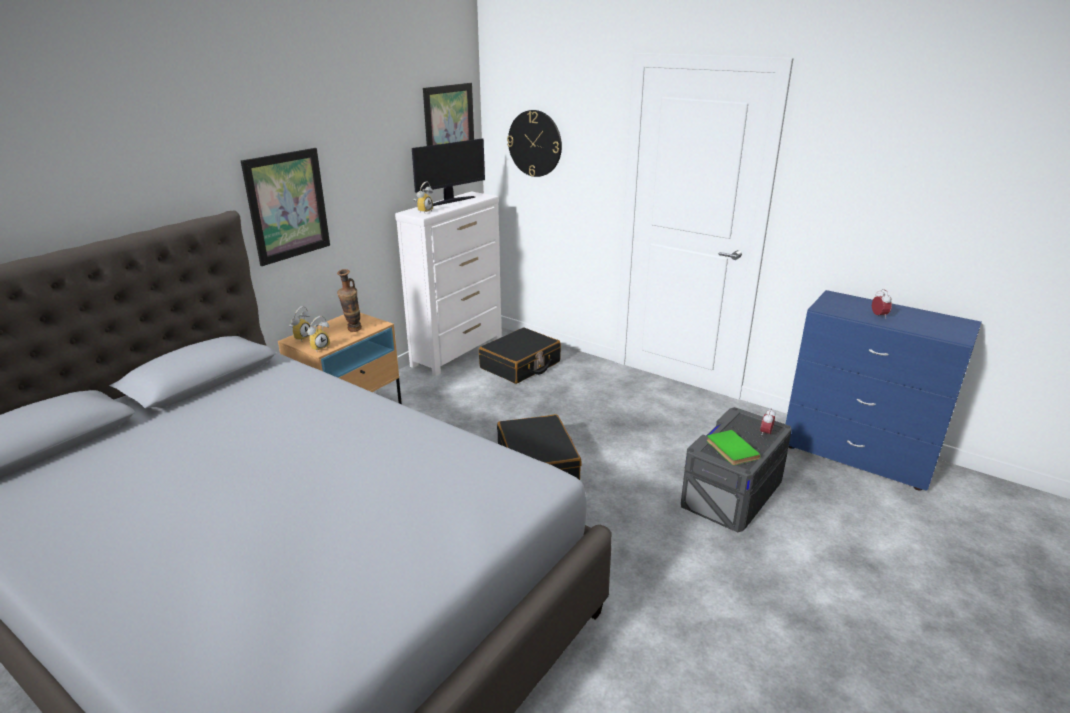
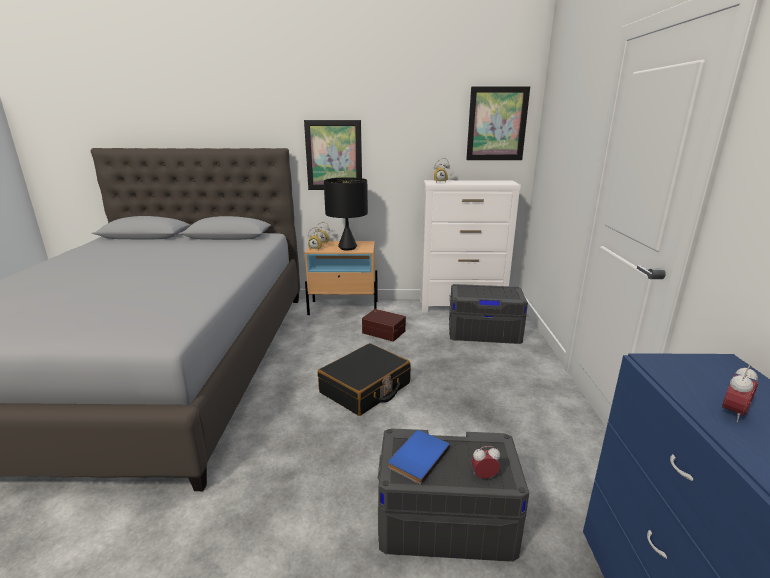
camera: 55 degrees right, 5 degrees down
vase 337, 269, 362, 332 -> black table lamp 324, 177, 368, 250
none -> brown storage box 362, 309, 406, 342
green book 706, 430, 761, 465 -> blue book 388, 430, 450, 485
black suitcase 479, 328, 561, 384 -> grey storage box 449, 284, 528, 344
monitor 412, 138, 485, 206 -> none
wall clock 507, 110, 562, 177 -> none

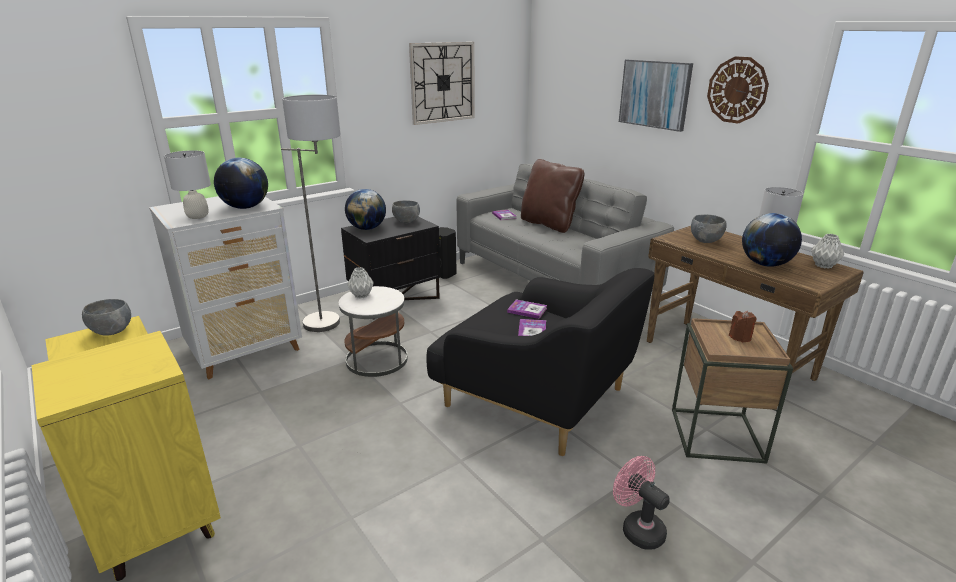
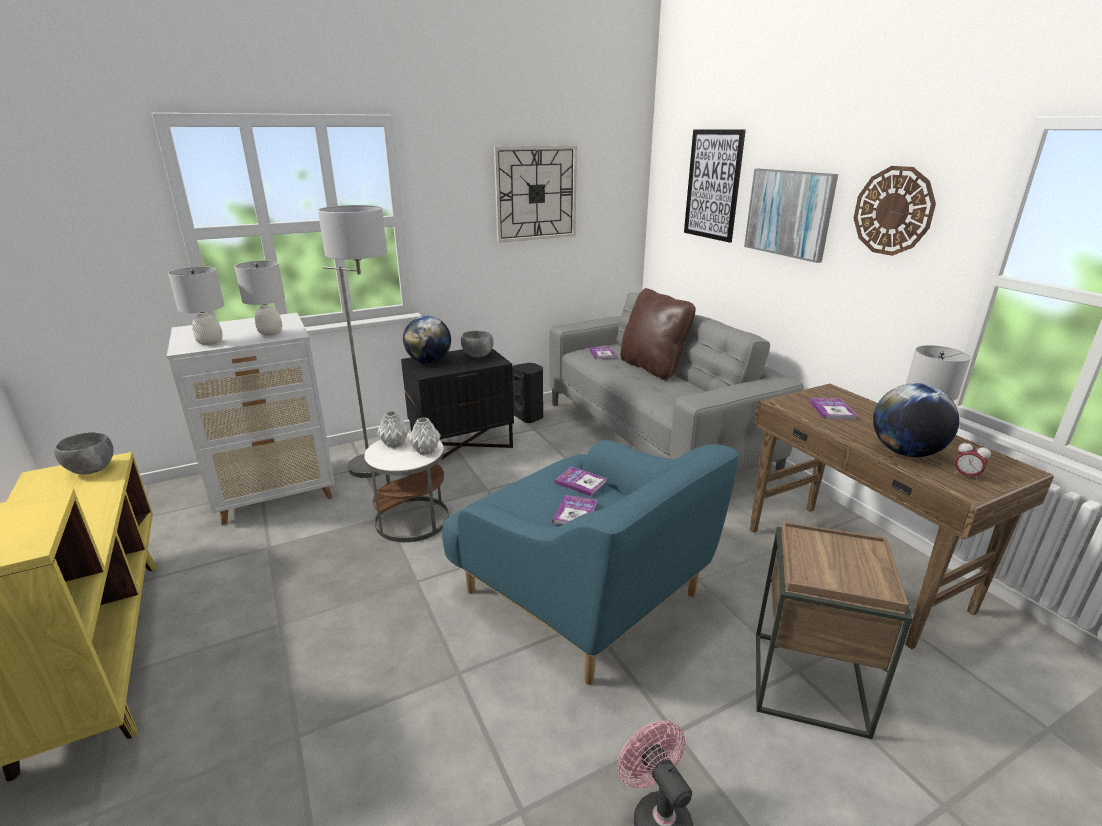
camera: 10 degrees right, 0 degrees up
globe 214, 158, 268, 209 -> grey table lamp 234, 260, 285, 336
grey vase 811, 234, 844, 269 -> grey vase 409, 417, 441, 455, relocated
black armchair 426, 268, 654, 456 -> blue armchair 442, 440, 739, 685
none -> picture 684, 129, 746, 243
grey bowl 691, 215, 727, 243 -> book 809, 398, 857, 420
none -> alarm clock 954, 440, 991, 481
brown candle 729, 311, 757, 342 -> none

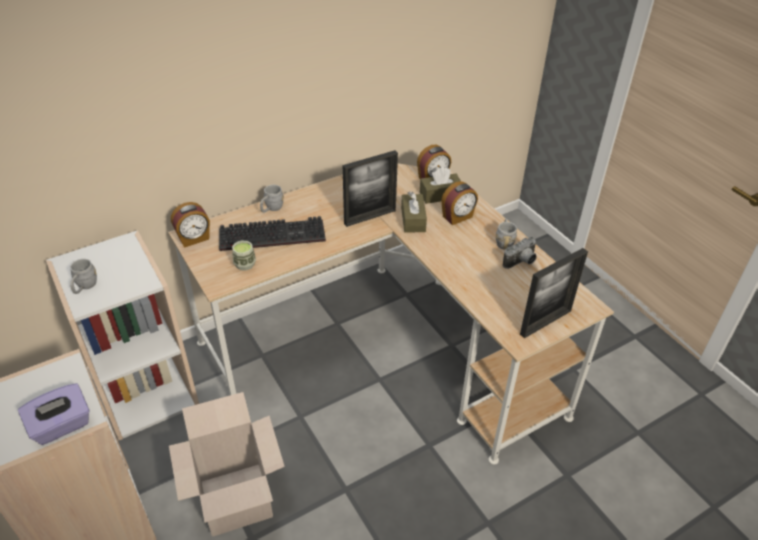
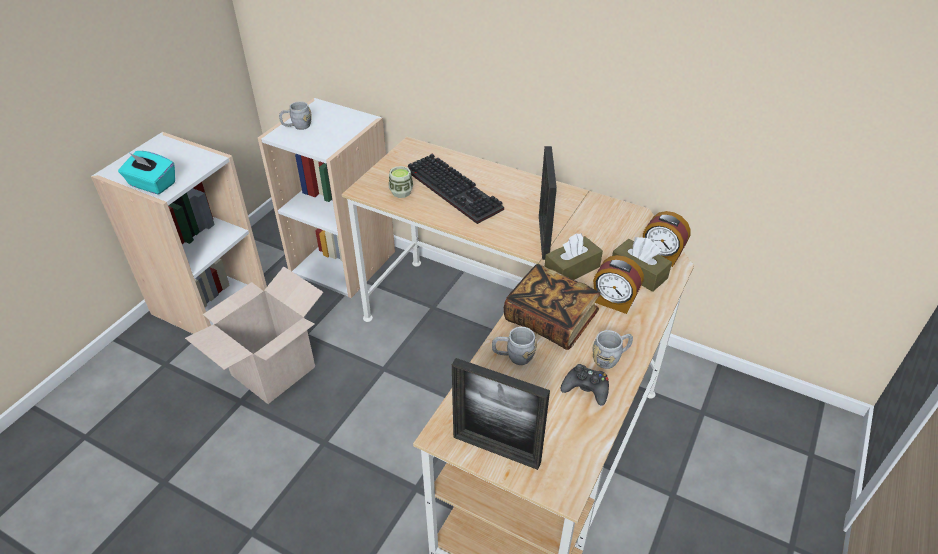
camera: 60 degrees right, 0 degrees up
purple tissue box 18, 383, 90, 445 -> turquoise tissue box 118, 151, 175, 194
grey mug 260, 185, 284, 212 -> grey mug 492, 327, 537, 365, relocated
none -> book 504, 264, 600, 350
picture frame 343, 150, 398, 227 -> picture frame 539, 146, 557, 260, 60 degrees clockwise
photo camera 503, 237, 537, 269 -> black game controller 561, 364, 609, 406
alarm clock 171, 202, 210, 248 -> none

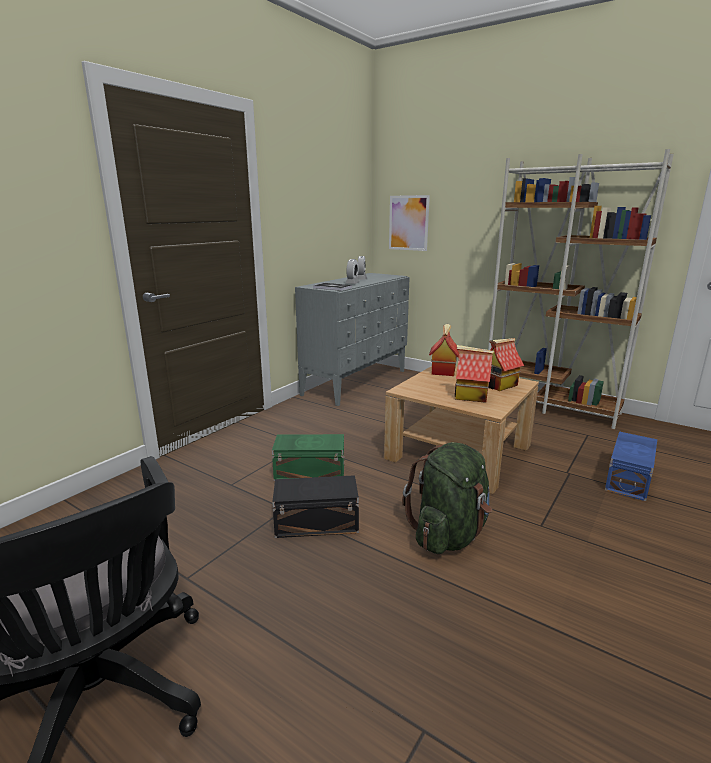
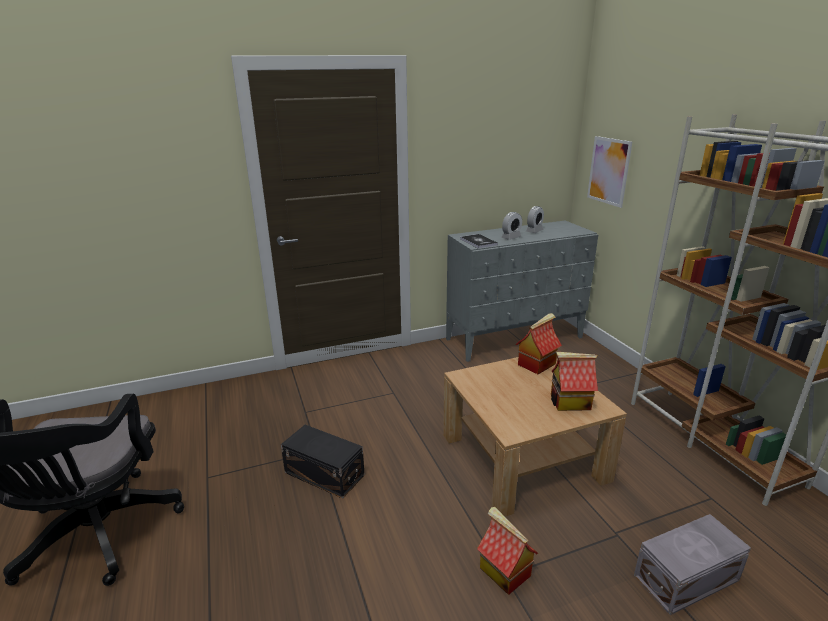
camera: 35 degrees right, 5 degrees up
toy house 455, 345, 494, 403 -> toy house 477, 507, 538, 595, relocated
blue storage box 605, 431, 657, 501 -> grey storage box 634, 514, 751, 615
green storage box 272, 434, 345, 481 -> none
green backpack 402, 442, 492, 554 -> none

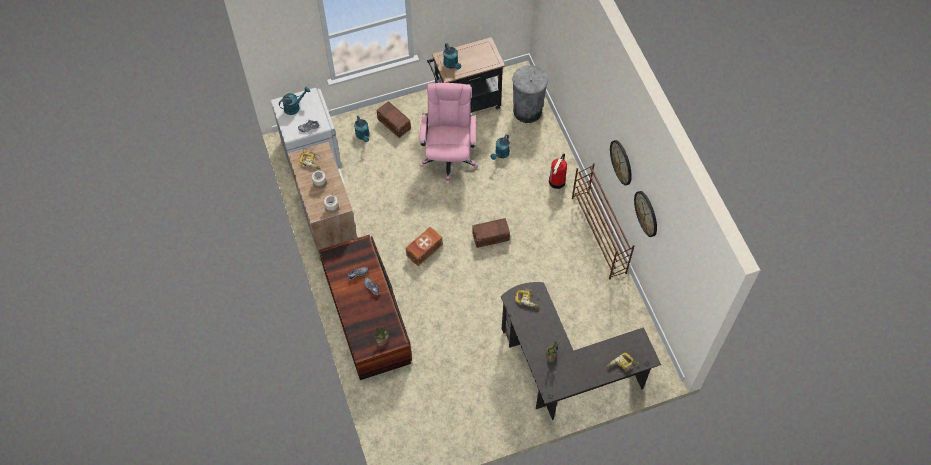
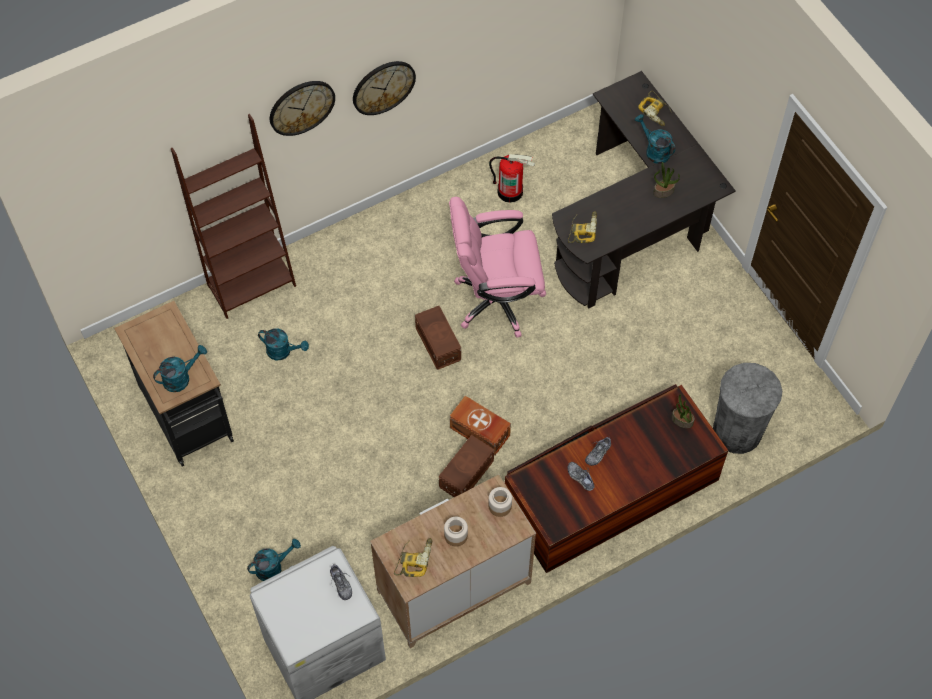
camera: 100 degrees left, 0 degrees up
none -> brown bookcase 171, 114, 296, 319
wall clock 634, 191, 657, 237 -> wall clock 270, 81, 335, 136, relocated
brown storage box 377, 101, 411, 138 -> brown storage box 439, 435, 494, 497, relocated
pink office chair 419, 83, 478, 184 -> pink office chair 449, 197, 546, 338, relocated
fire extinguisher 549, 154, 567, 189 -> fire extinguisher 489, 154, 535, 203, relocated
turquoise watering can 279, 87, 310, 115 -> turquoise watering can 635, 114, 676, 164, relocated
grey trash can 512, 65, 548, 123 -> grey trash can 713, 363, 782, 454, relocated
brown shoe rack 572, 163, 635, 279 -> none

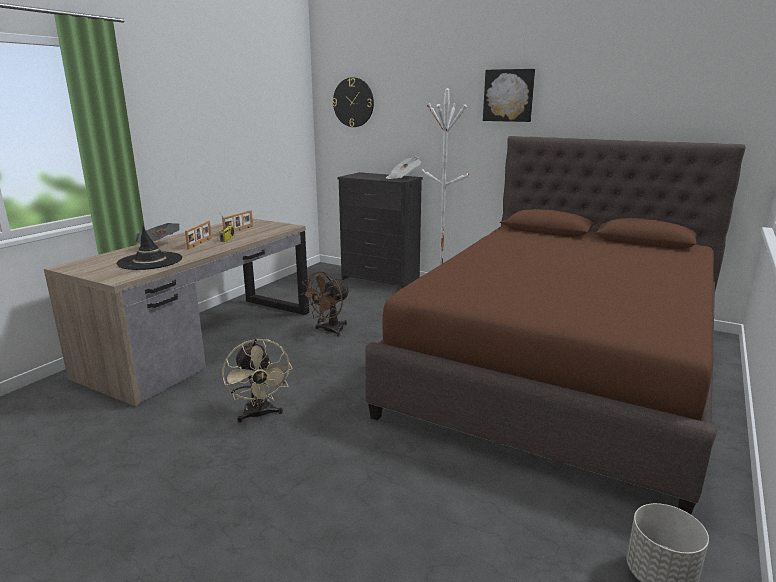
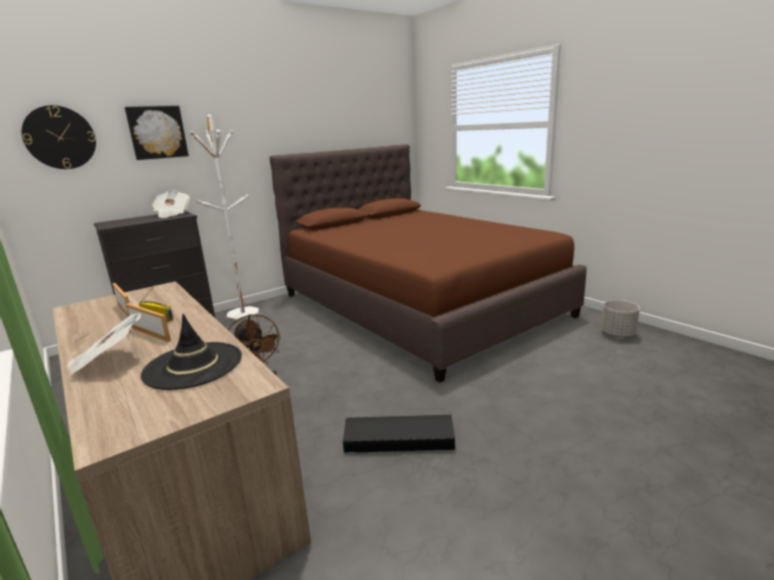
camera: 65 degrees left, 0 degrees up
picture 483, 69, 535, 122 -> picture 125, 106, 189, 160, relocated
beige fan 222, 338, 292, 423 -> black storage box 343, 415, 455, 453

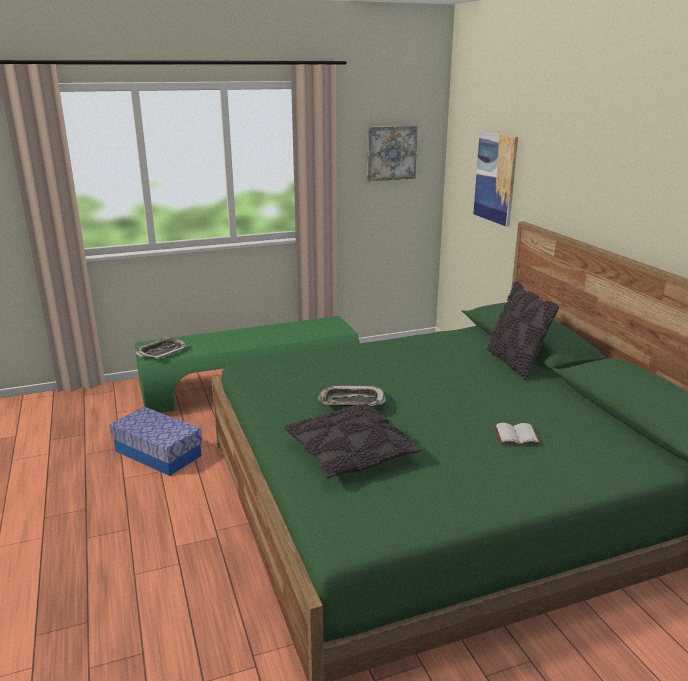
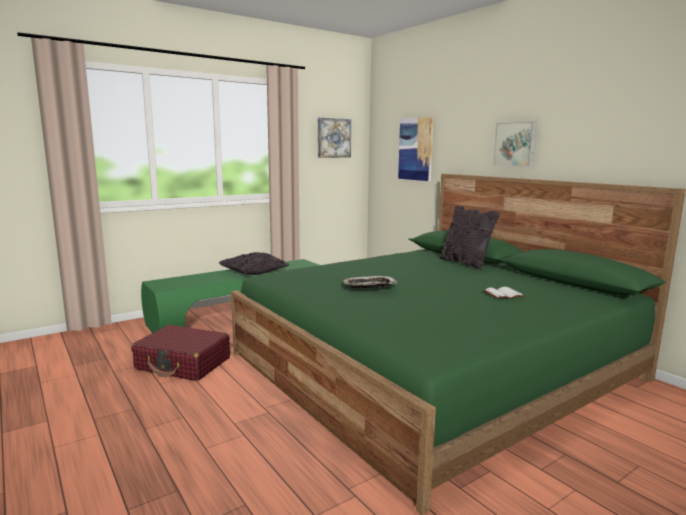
camera: 15 degrees left, 10 degrees down
storage box 110, 407, 202, 476 -> red suitcase 131, 325, 230, 381
black pillow 285, 404, 422, 478 -> black pillow 219, 252, 290, 275, relocated
none -> picture 493, 121, 537, 167
tray 136, 337, 188, 359 -> none

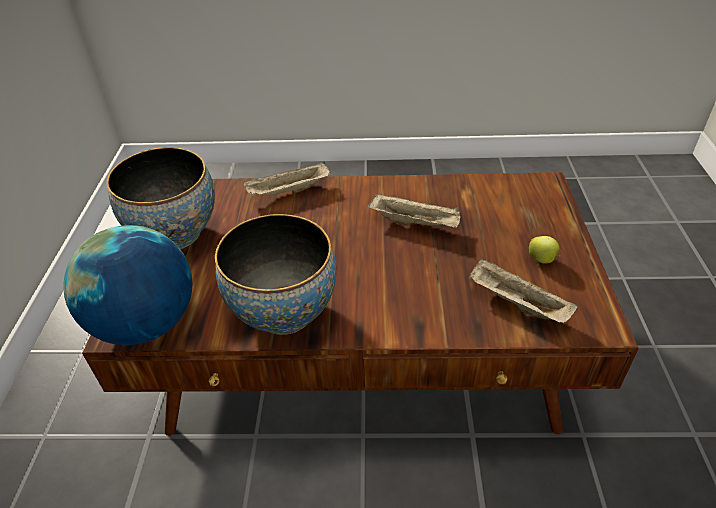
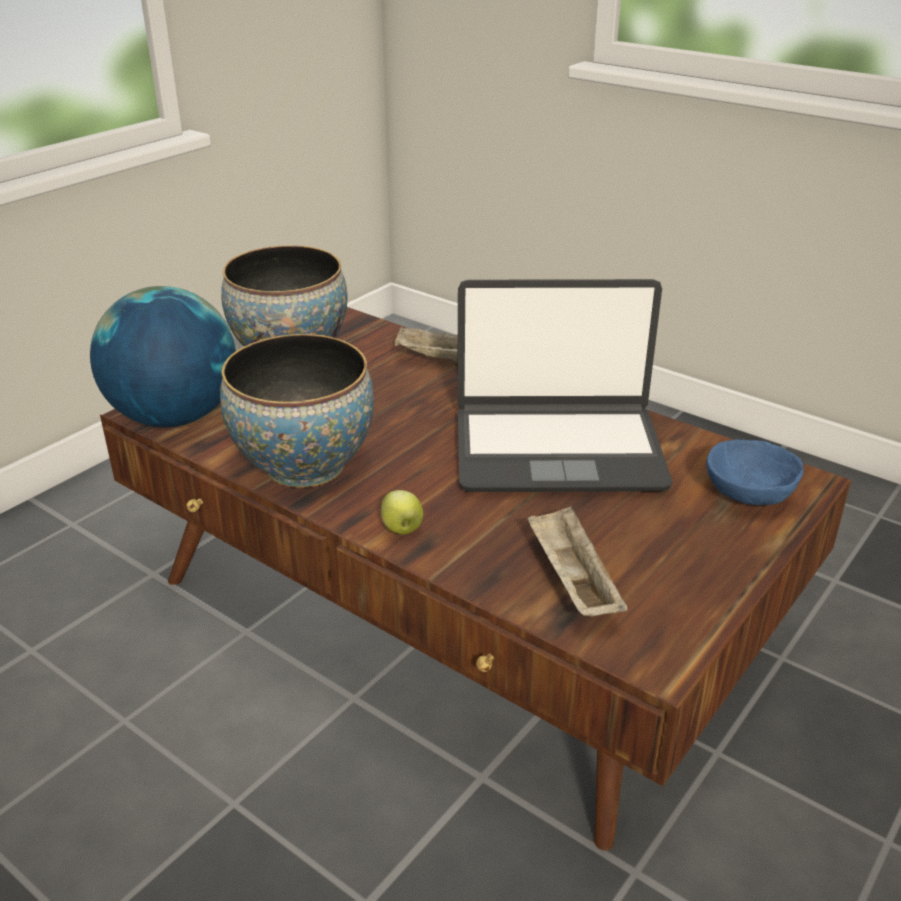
camera: 35 degrees right, 10 degrees down
apple 529, 236, 560, 264 -> apple 381, 490, 423, 535, relocated
beige tray 368, 193, 460, 228 -> laptop 457, 279, 673, 492
none -> blue bowl 706, 439, 804, 505

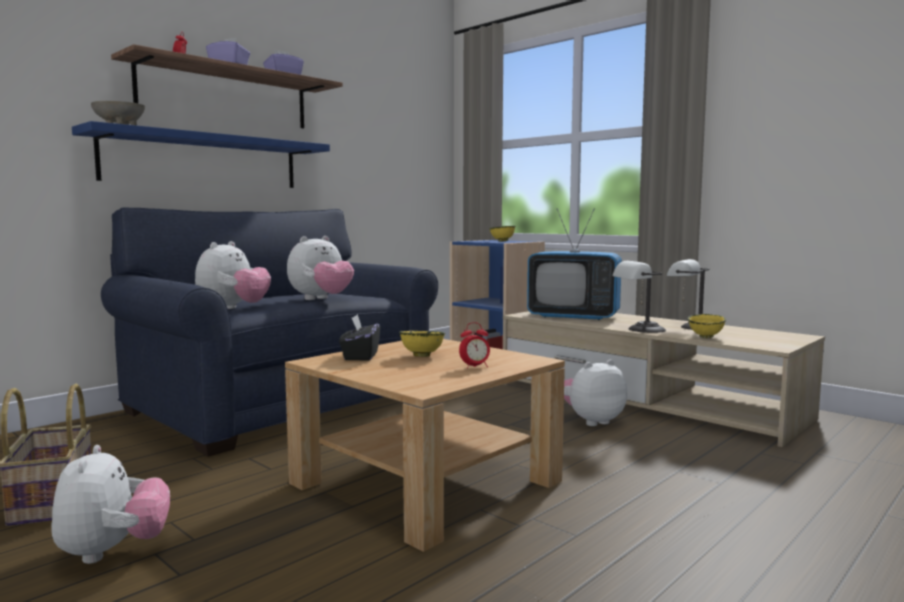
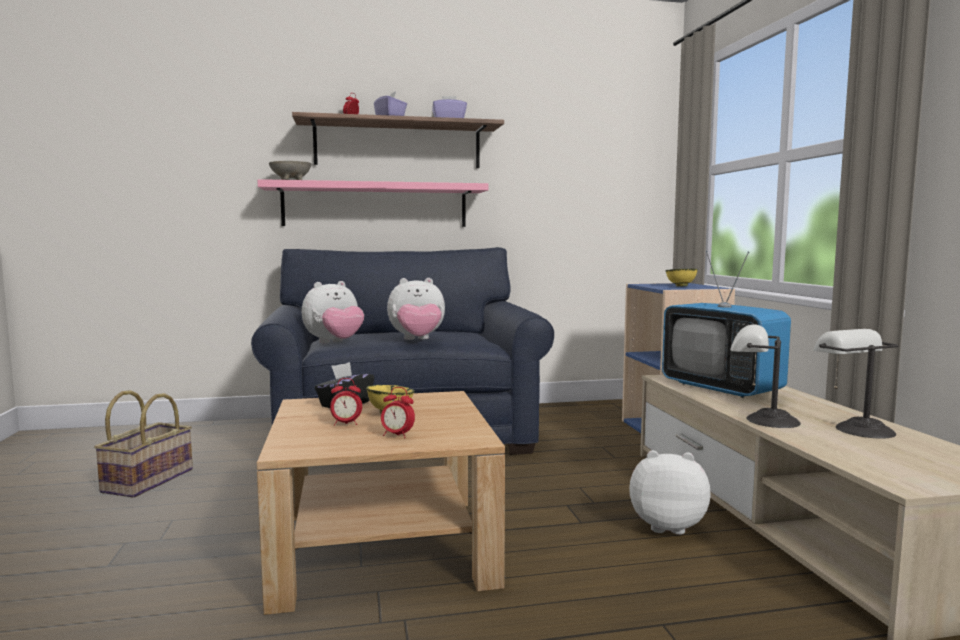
camera: 35 degrees right, 0 degrees up
blue shelf 72, 121, 330, 188 -> pink shelf 257, 179, 489, 227
none -> alarm clock 330, 378, 362, 426
plush toy 51, 445, 170, 564 -> none
yellow bowl 688, 314, 726, 338 -> none

